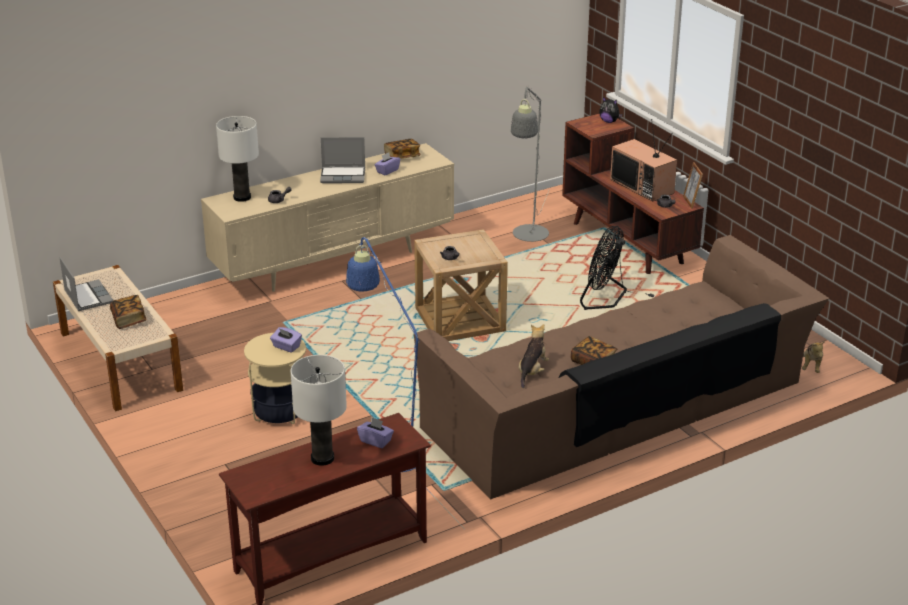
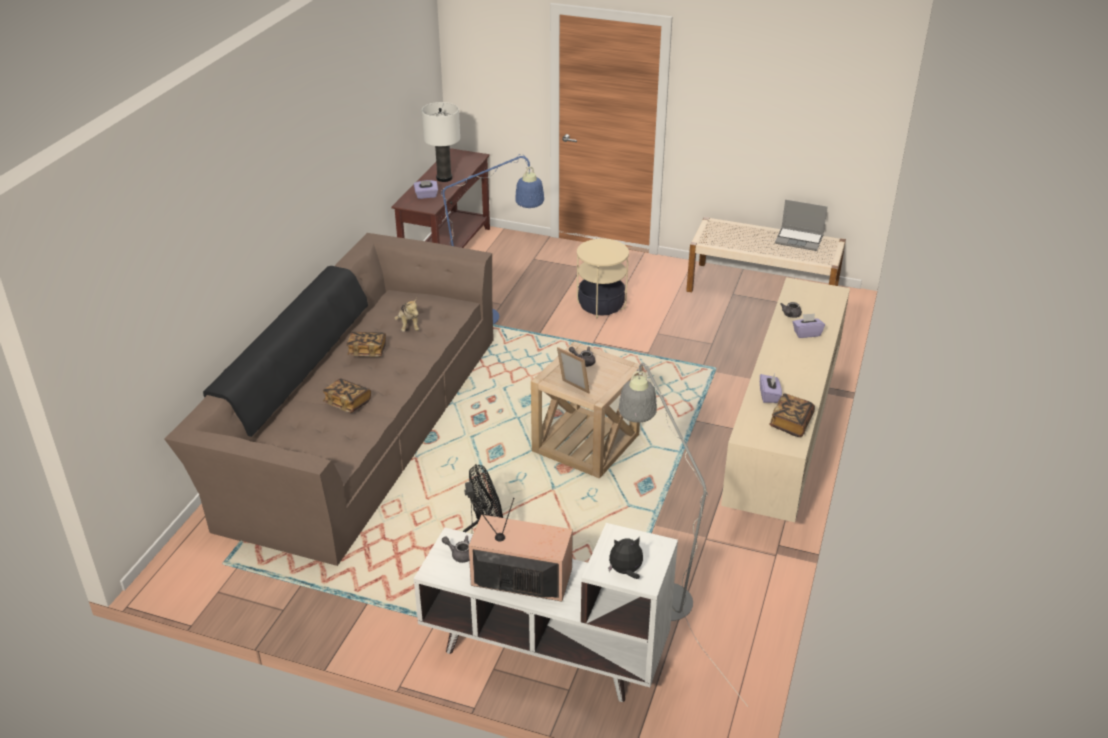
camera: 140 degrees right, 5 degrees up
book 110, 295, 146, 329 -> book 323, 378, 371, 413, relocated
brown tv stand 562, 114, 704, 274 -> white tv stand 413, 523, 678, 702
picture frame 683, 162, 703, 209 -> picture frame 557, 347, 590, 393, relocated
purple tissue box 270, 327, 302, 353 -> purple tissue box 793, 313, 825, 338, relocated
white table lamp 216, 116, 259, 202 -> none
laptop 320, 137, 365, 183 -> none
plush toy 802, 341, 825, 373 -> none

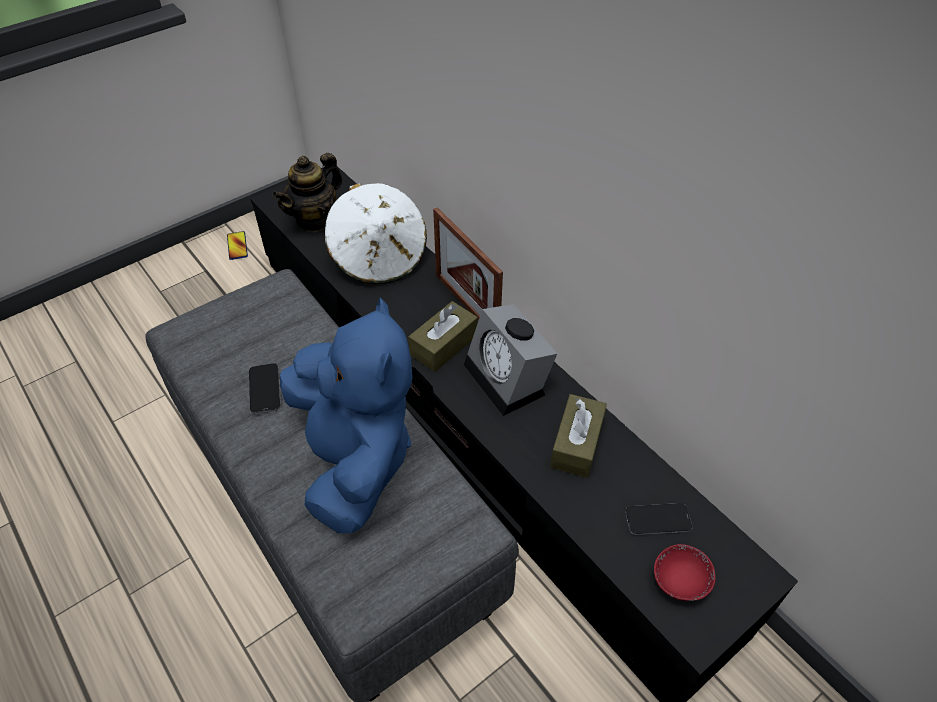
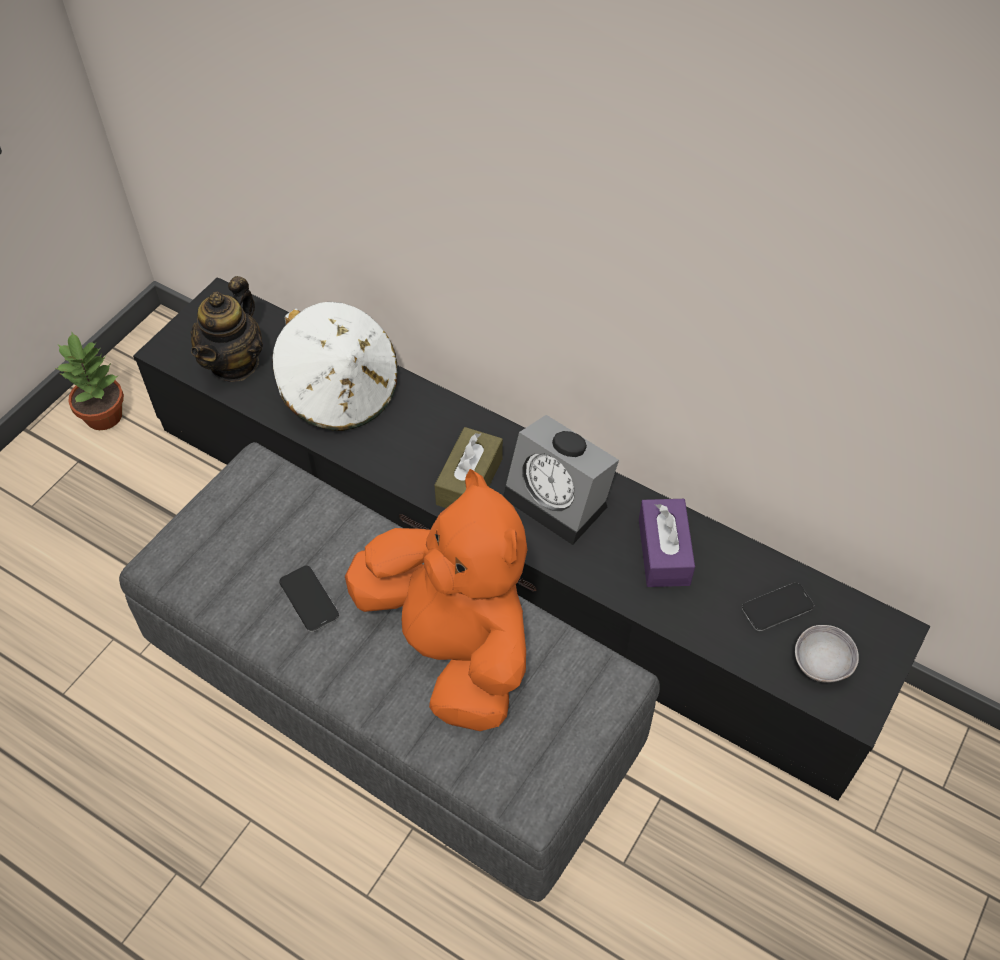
camera: 20 degrees left, 5 degrees up
phone 227, 231, 248, 260 -> potted plant 54, 333, 124, 430
blue plush toy 280, 297, 413, 533 -> orange plush toy 345, 469, 527, 731
brown tissue box 550, 394, 607, 478 -> purple tissue box 639, 499, 695, 587
red bowl 654, 544, 716, 601 -> grey bowl 795, 625, 859, 683
picture frame 433, 207, 503, 321 -> none

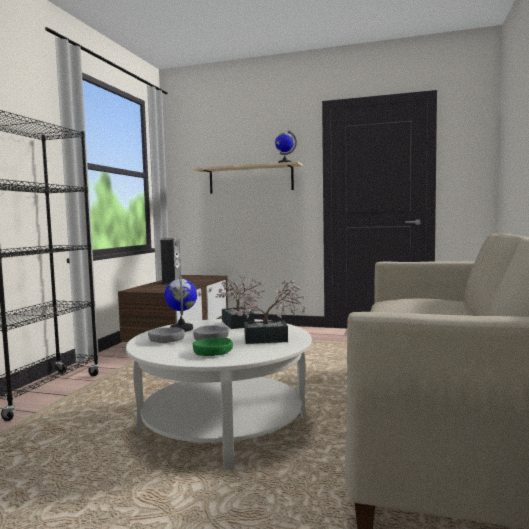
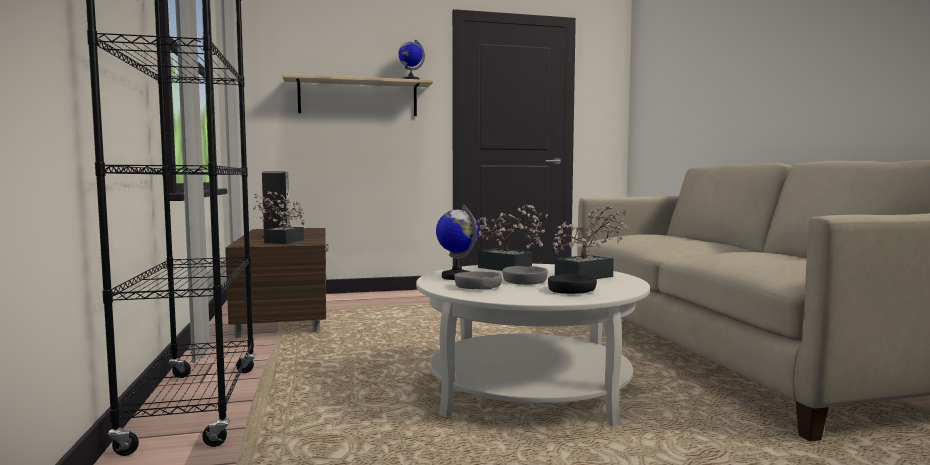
camera: 30 degrees left, 0 degrees up
none -> potted plant 253, 191, 305, 244
green bowl 193, 337, 233, 356 -> black bowl 548, 274, 597, 294

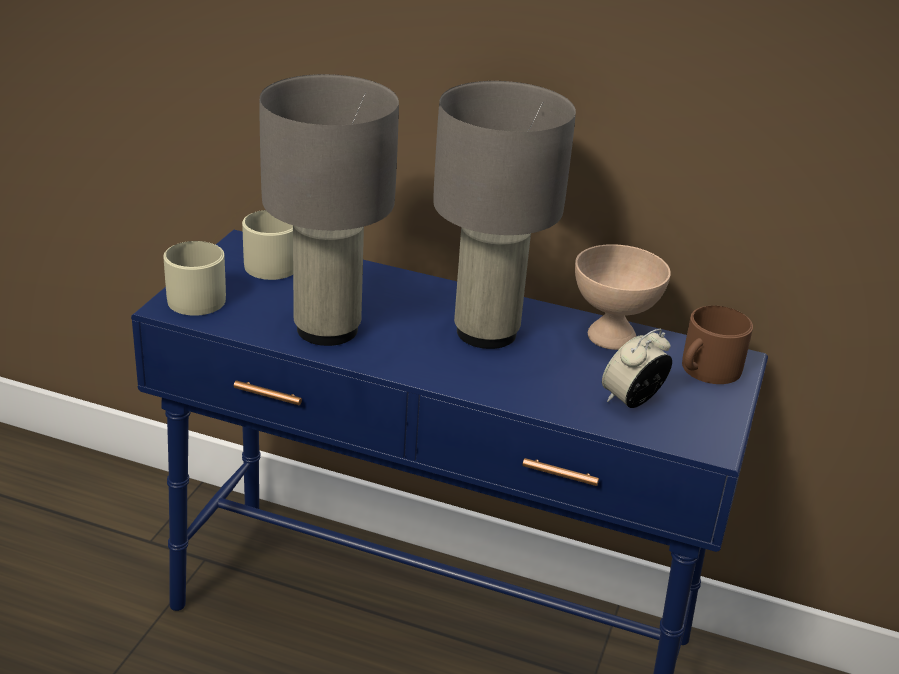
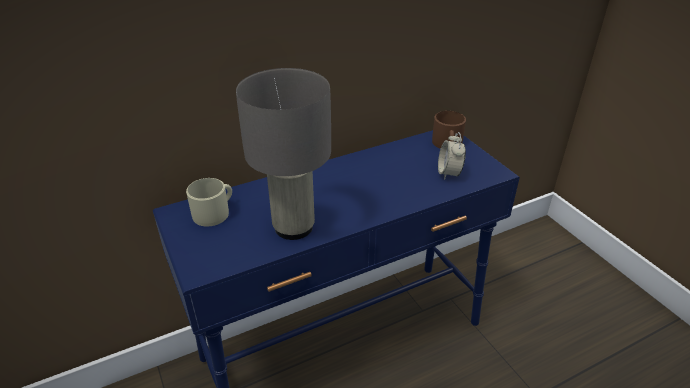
camera: 45 degrees left, 5 degrees up
beige mug 163, 241, 226, 316 -> none
grey table lamp 433, 81, 576, 349 -> none
beige bowl 575, 244, 671, 350 -> none

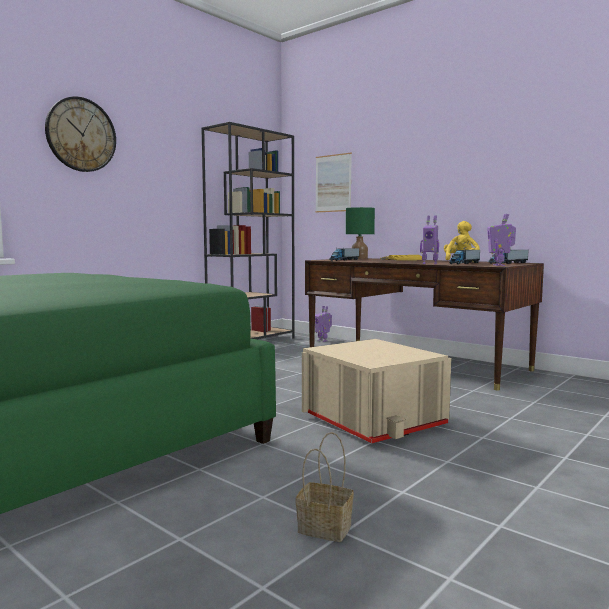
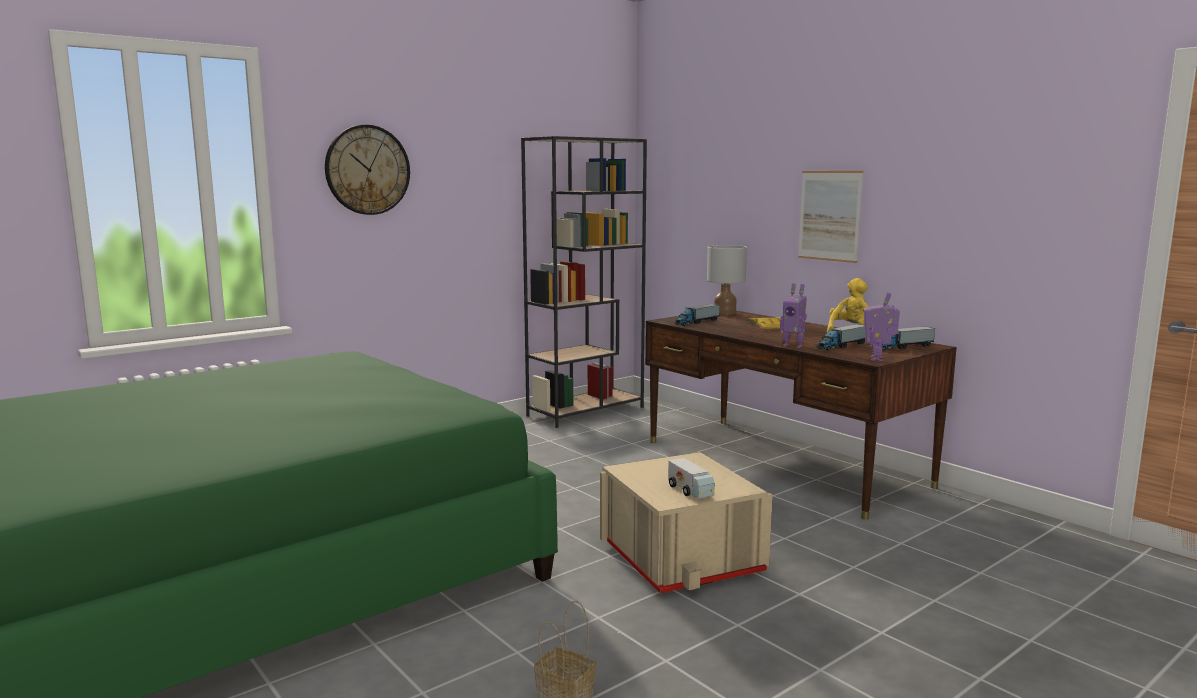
camera: 10 degrees right, 5 degrees up
none -> toy truck 668, 458, 715, 498
green table lamp 346, 207, 375, 259 -> grey table lamp 707, 245, 747, 315
picture 315, 153, 352, 212 -> picture 798, 171, 863, 263, relocated
toy robot 315, 306, 332, 342 -> none

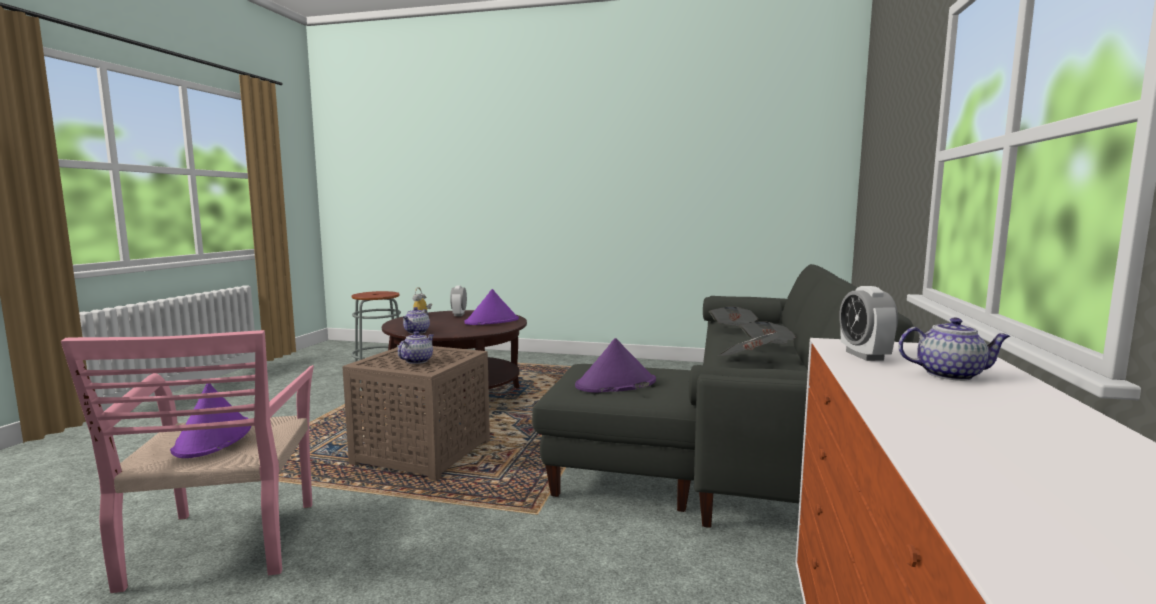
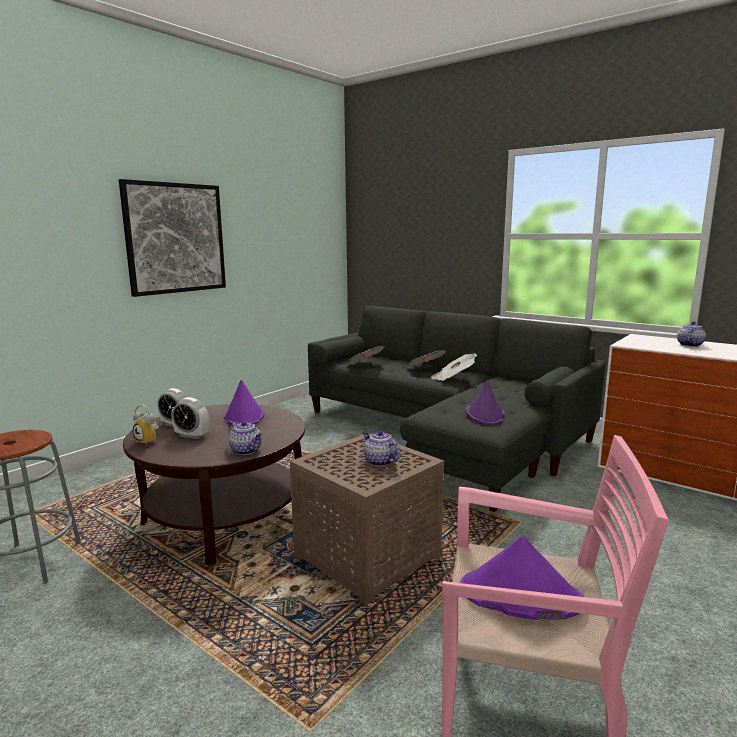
camera: 65 degrees left, 5 degrees up
none -> picture 119, 179, 226, 297
alarm clock 839, 286, 898, 361 -> alarm clock 172, 397, 209, 439, relocated

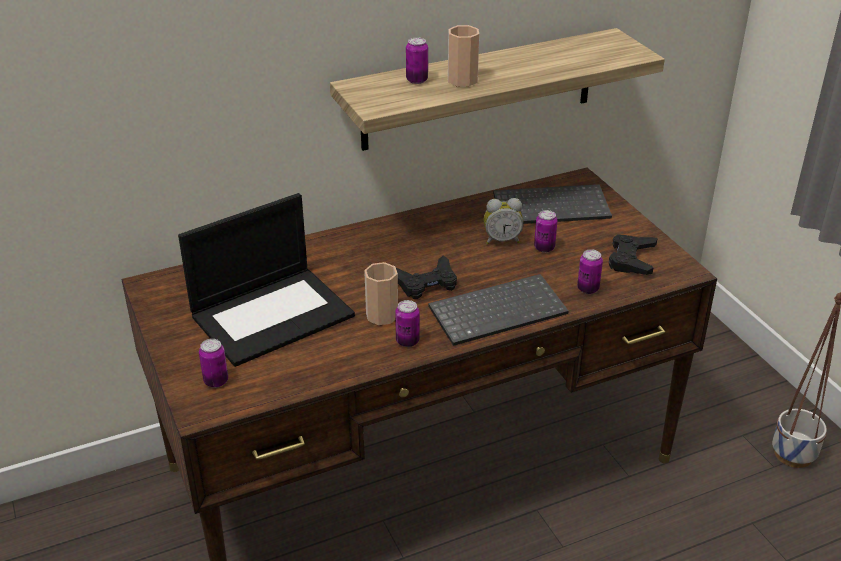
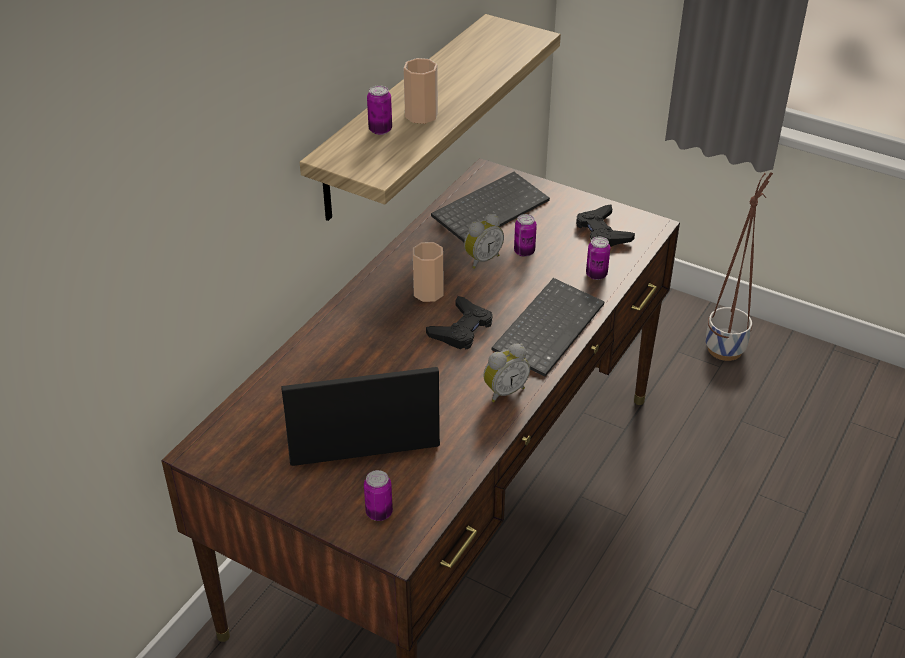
camera: 35 degrees left, 5 degrees up
laptop 178, 193, 355, 367 -> laptop 281, 367, 440, 466, 120 degrees counterclockwise
cup 364, 262, 398, 325 -> cup 413, 242, 444, 302, relocated
can 395, 300, 420, 347 -> alarm clock 483, 343, 530, 403

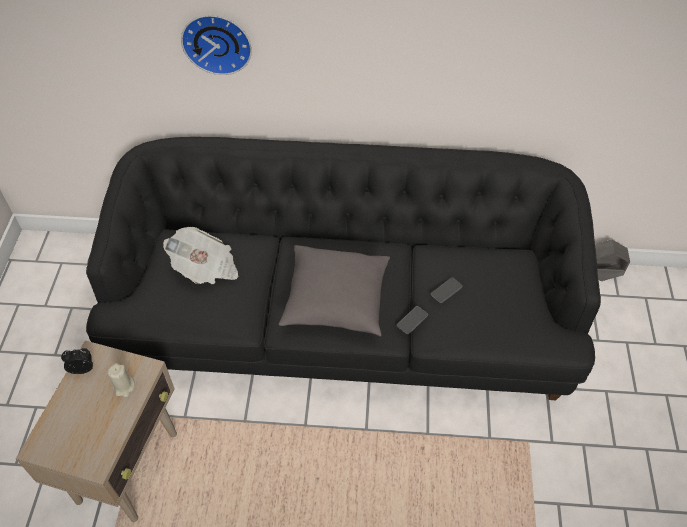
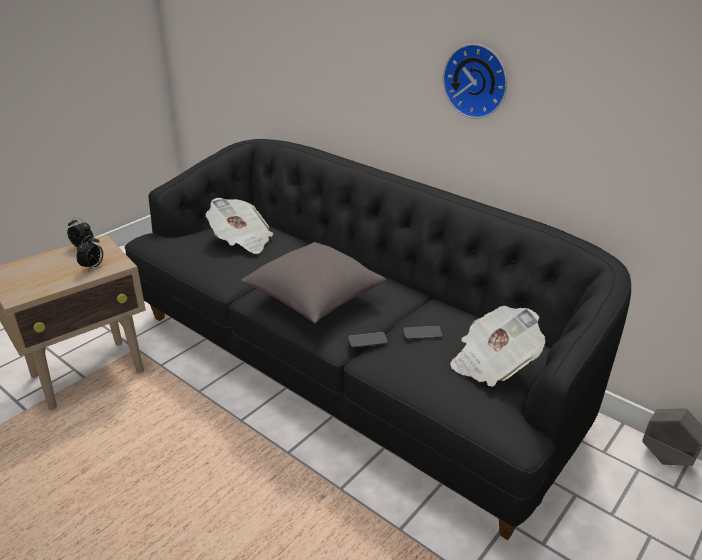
camera: 35 degrees right, 20 degrees down
beige candle 107, 363, 135, 397 -> alarm clock 76, 235, 103, 271
wall clock 181, 15, 252, 75 -> wall clock 443, 44, 507, 119, relocated
none -> newspaper 450, 306, 545, 387

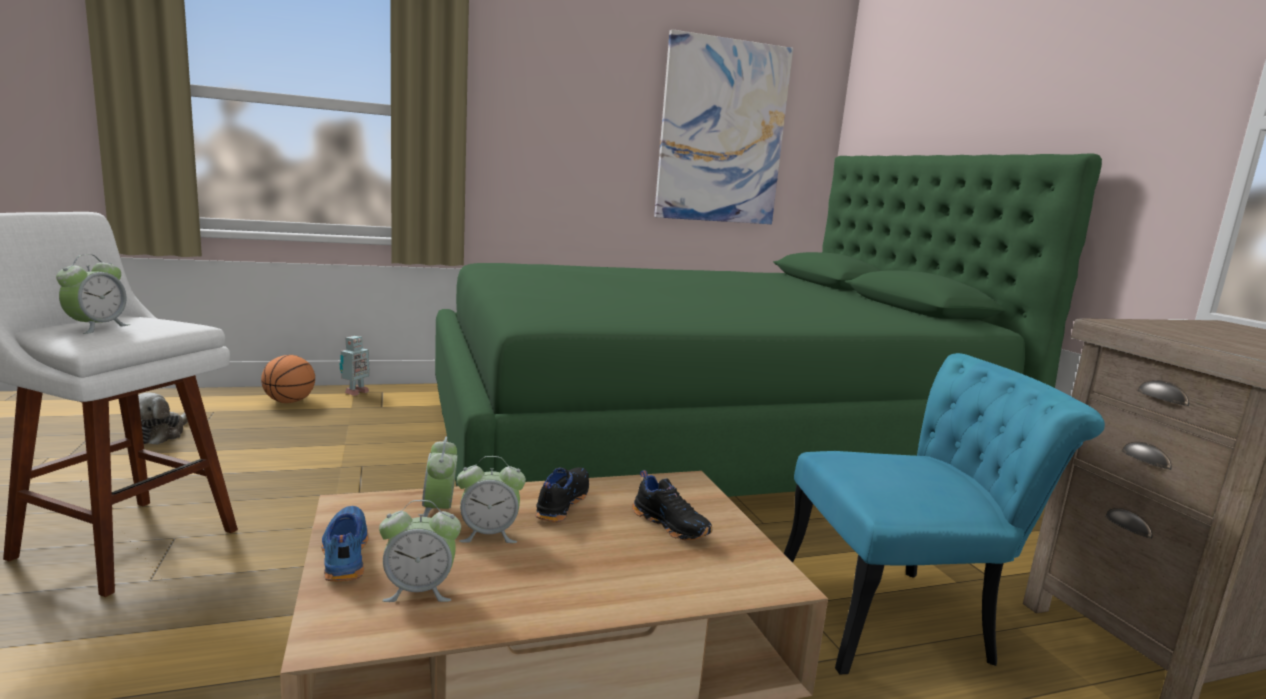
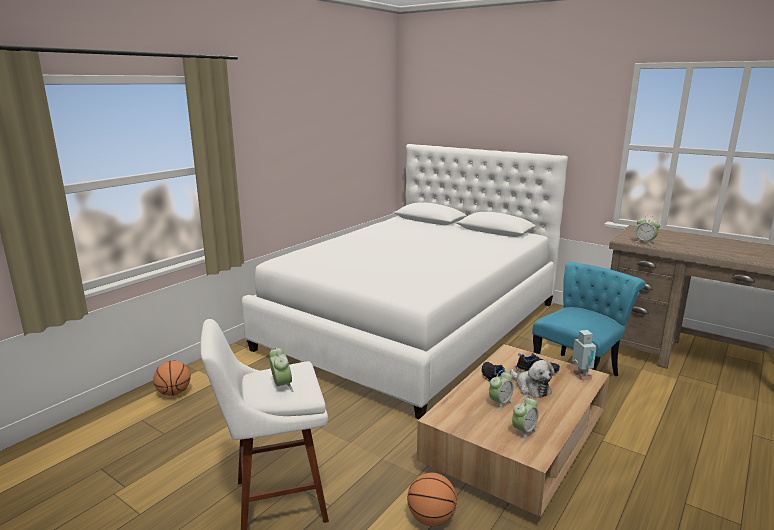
camera: 35 degrees left, 5 degrees up
green bed 435, 153, 1102, 497 -> white bed 242, 144, 568, 419
none -> basketball 407, 473, 457, 526
plush toy 138, 393, 188, 445 -> plush toy 510, 360, 555, 398, relocated
toy robot 340, 336, 369, 396 -> toy robot 572, 330, 597, 380, relocated
alarm clock 422, 437, 457, 517 -> alarm clock 636, 217, 660, 246, relocated
blue shoe 321, 506, 368, 581 -> none
picture 654, 29, 793, 224 -> none

